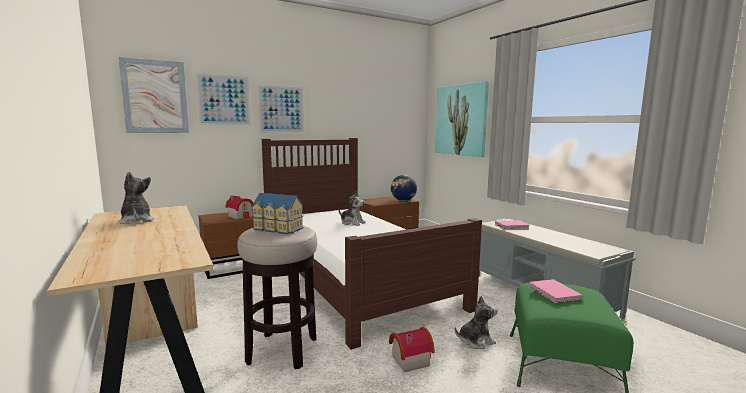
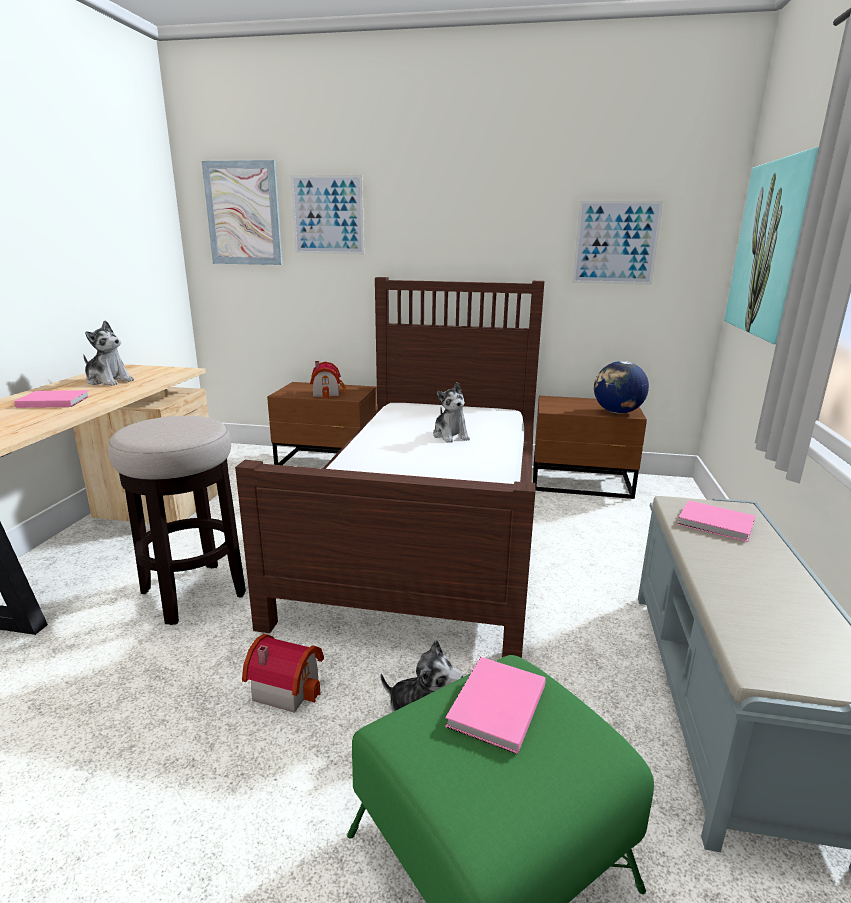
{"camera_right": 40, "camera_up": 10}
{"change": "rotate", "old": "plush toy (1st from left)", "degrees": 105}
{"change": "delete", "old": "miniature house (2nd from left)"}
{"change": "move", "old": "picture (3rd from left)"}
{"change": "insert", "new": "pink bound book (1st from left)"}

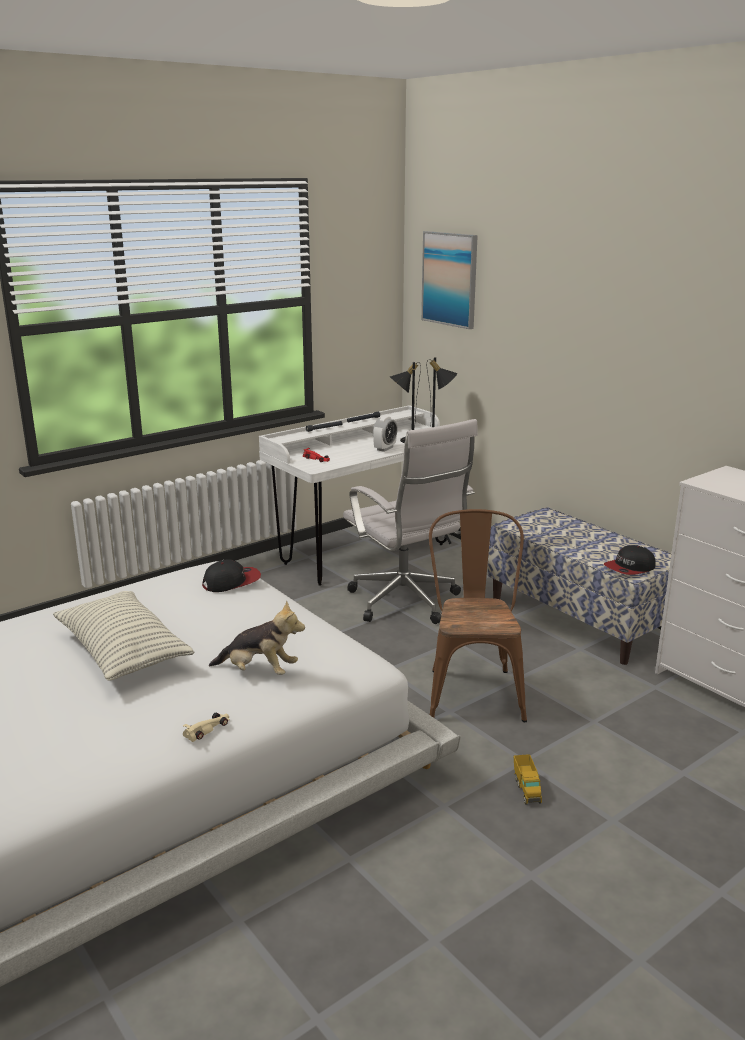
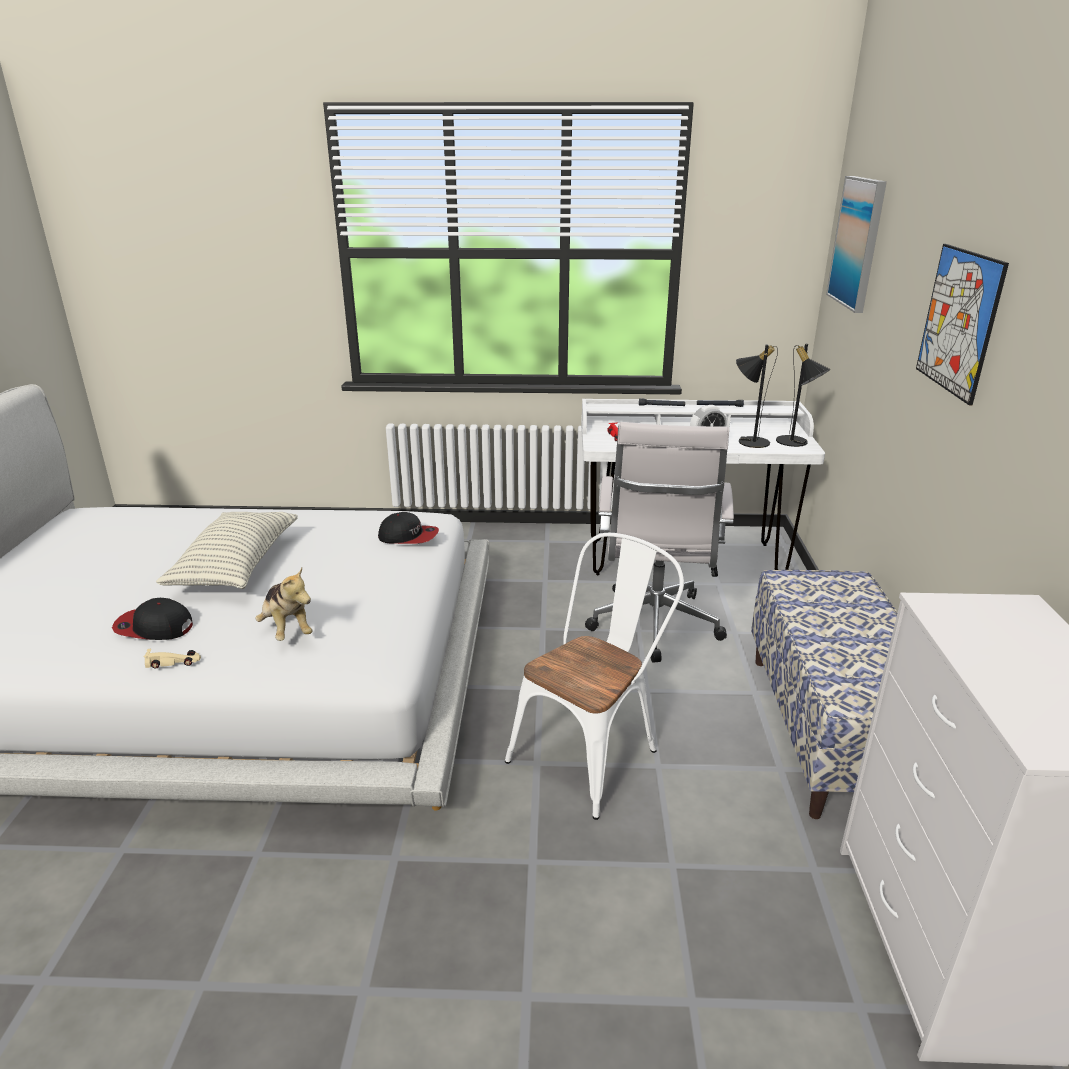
{"camera_right": 40, "camera_up": 5}
{"change": "recolor", "old": "brown-coloured upright chair", "new": "white upright chair"}
{"change": "delete", "old": "toy truck"}
{"change": "move", "old": "baseball cap (2nd from left in the first image)", "new": "baseball cap (1st from left)"}
{"change": "insert", "new": "picture (2nd from left)"}

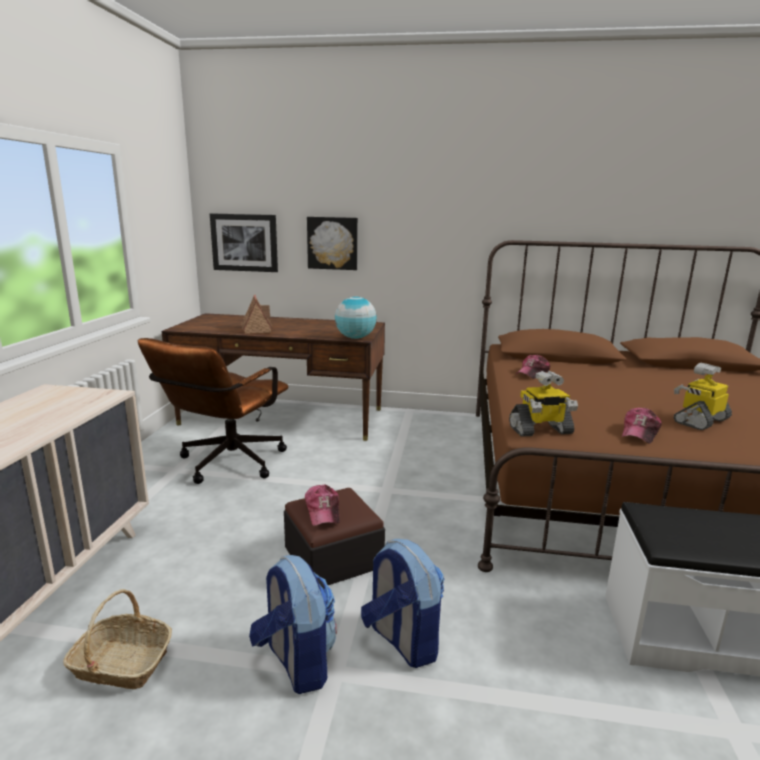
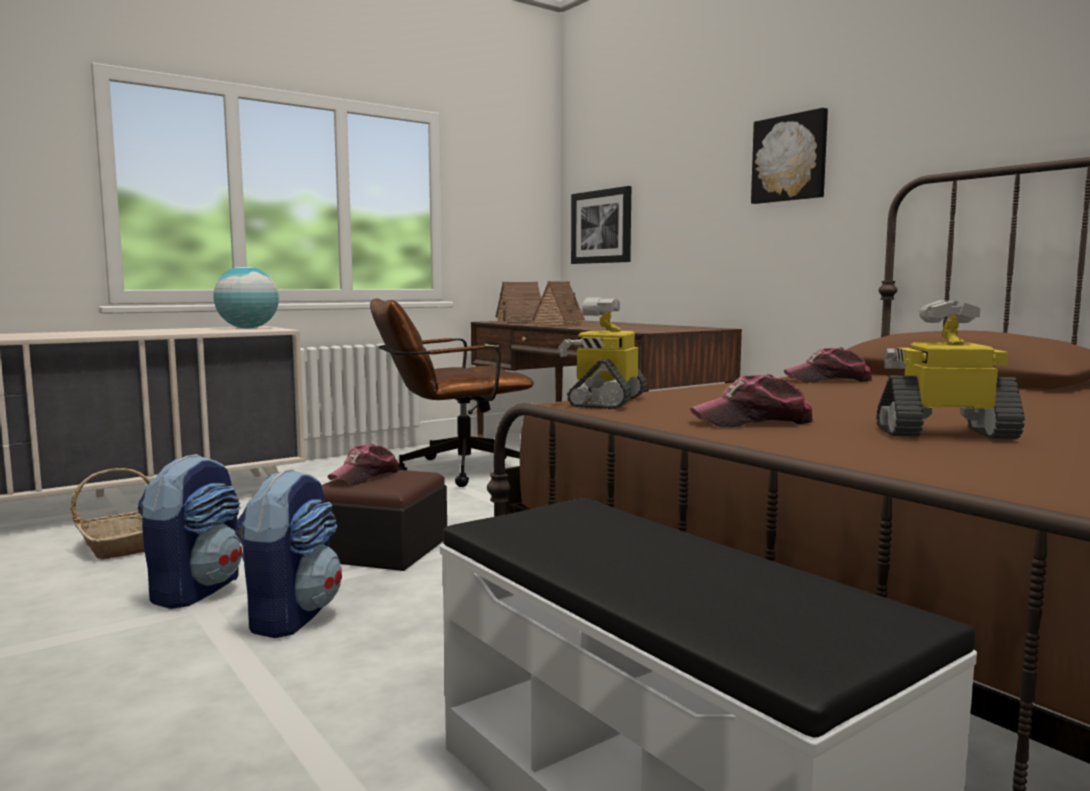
{"camera_right": 45, "camera_up": -10}
{"change": "move", "old": "picture (2nd from left)"}
{"change": "move", "old": "world globe"}
{"change": "rotate", "old": "model robot (1st from left)", "degrees": 75}
{"change": "insert", "new": "miniature house (1st from left)"}

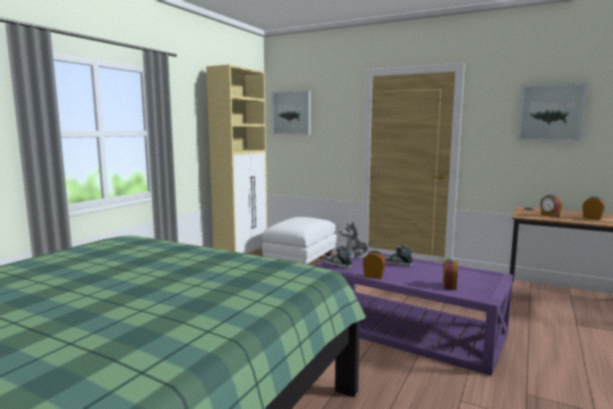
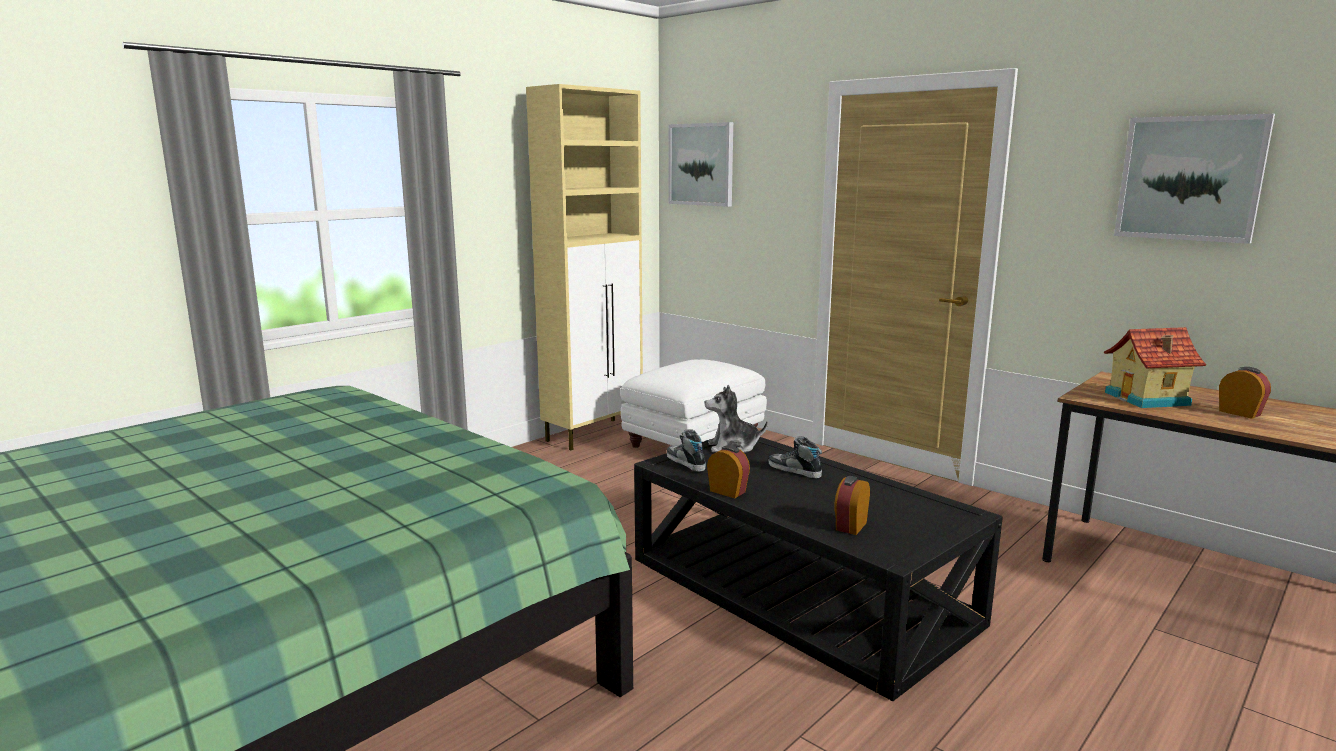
{"camera_right": 15, "camera_up": 5}
{"change": "recolor", "old": "purplish low table", "new": "black low table"}
{"change": "replace", "old": "bedside clock (3rd from left)", "new": "miniature house"}

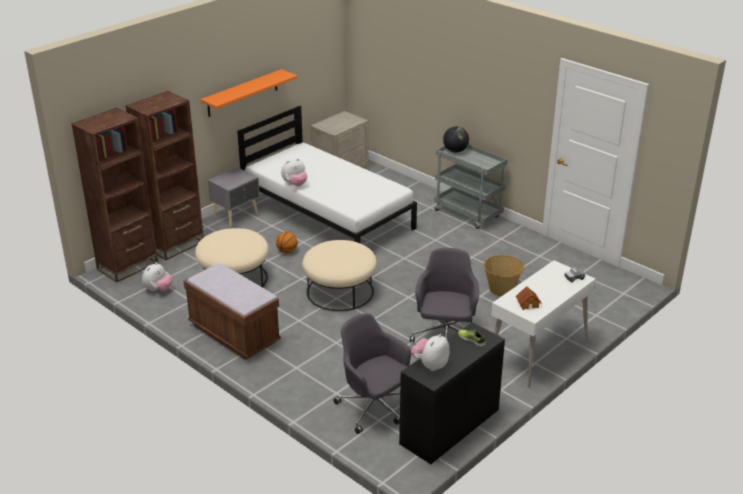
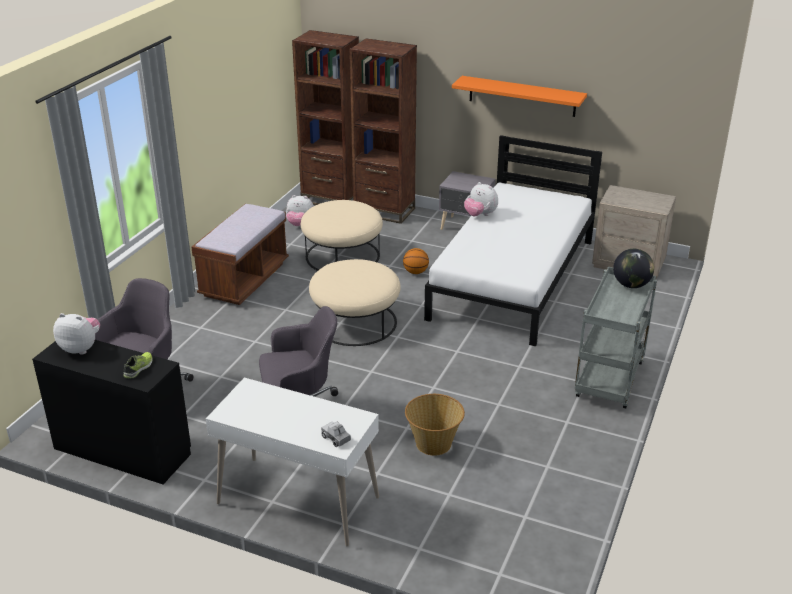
{"camera_right": 70, "camera_up": 0}
{"change": "delete", "old": "miniature house"}

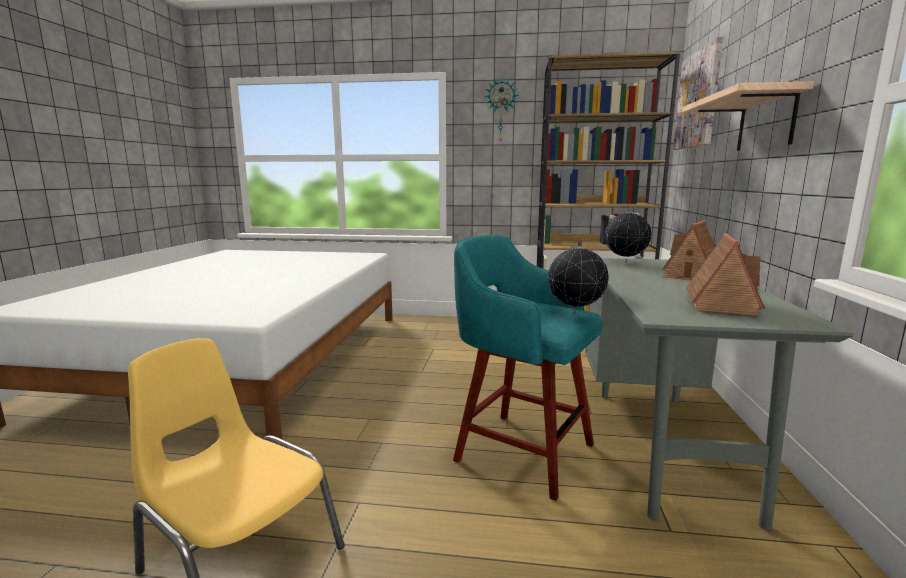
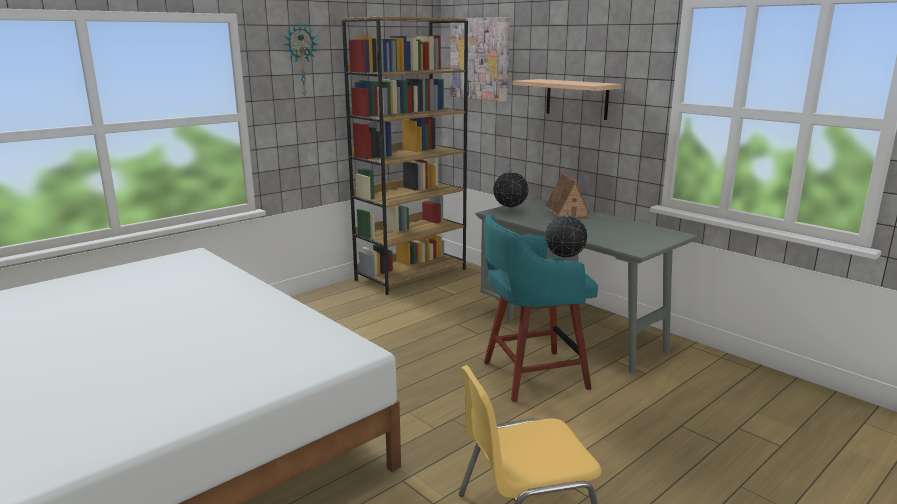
{"camera_right": -50, "camera_up": 5}
{"change": "delete", "old": "miniature house (2nd from left)"}

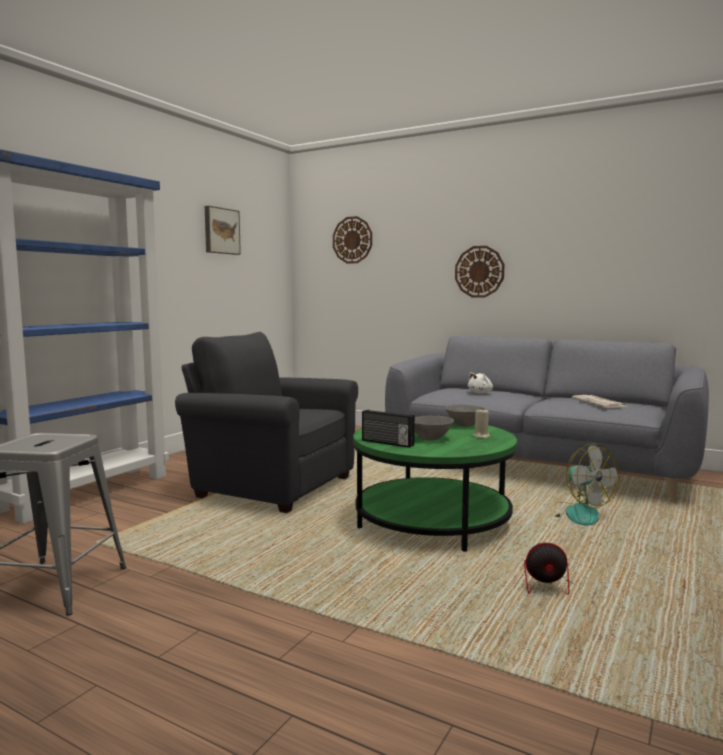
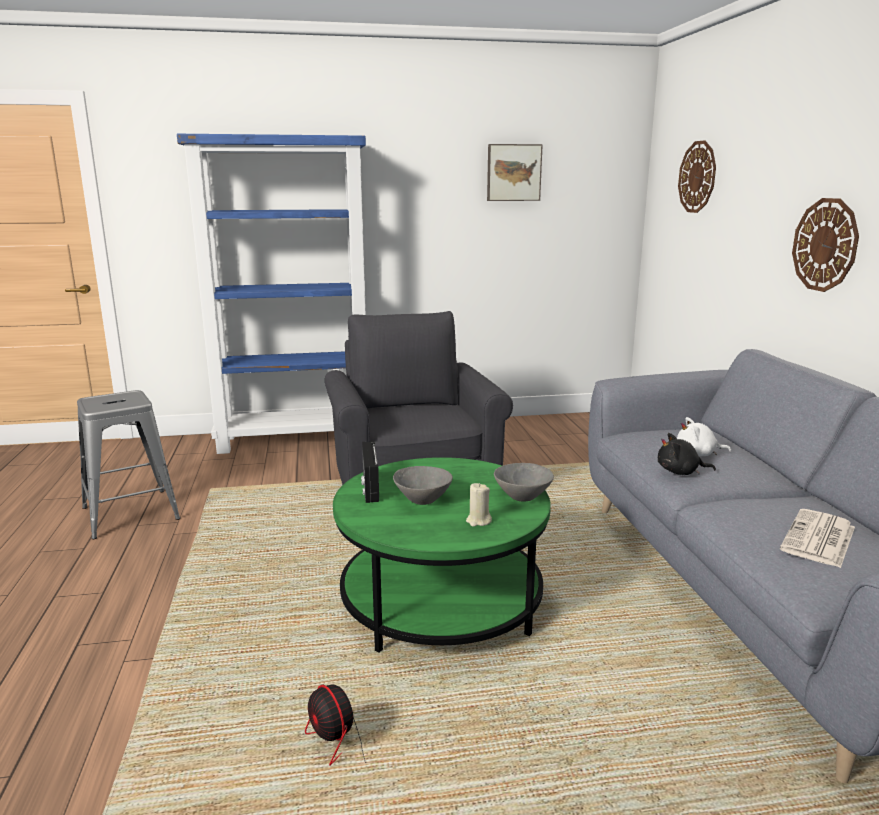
{"camera_right": 50, "camera_up": 10}
{"change": "delete", "old": "cooling fan (2nd from left)"}
{"change": "insert", "new": "black plush toy"}

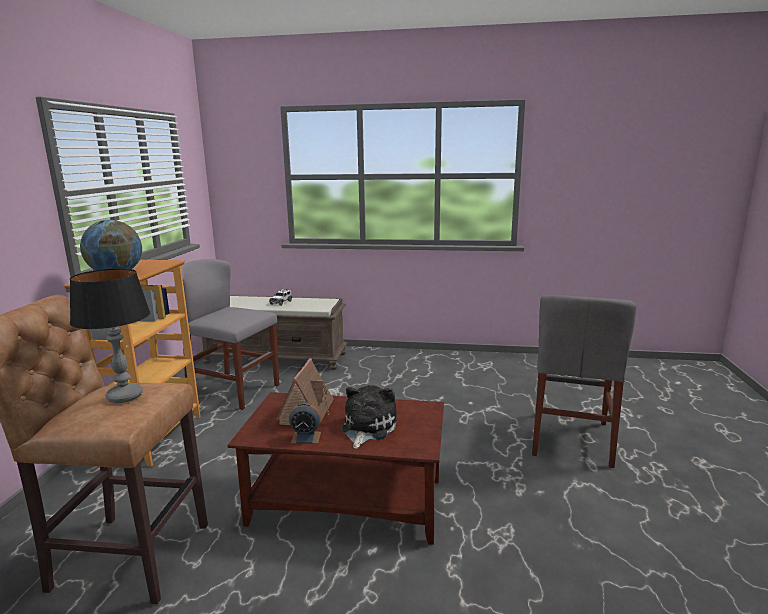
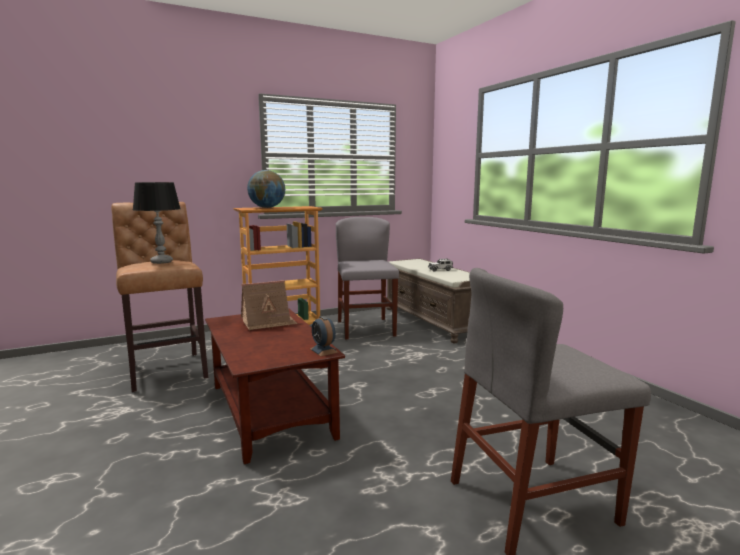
{"camera_right": 55, "camera_up": -5}
{"change": "move", "old": "bedside clock"}
{"change": "delete", "old": "plush toy"}

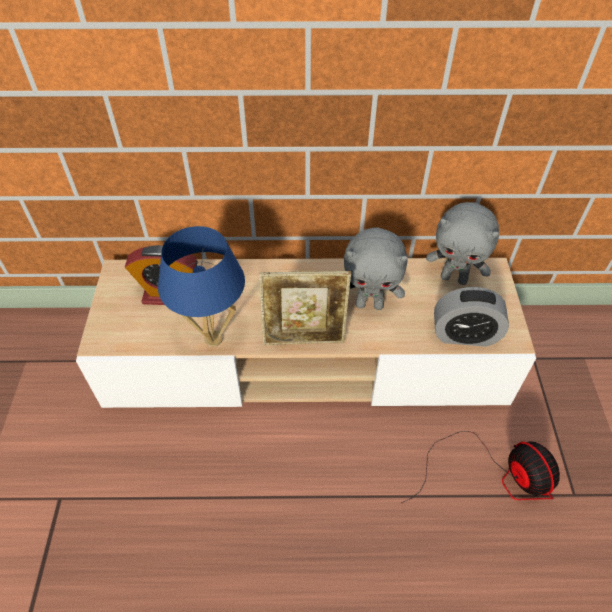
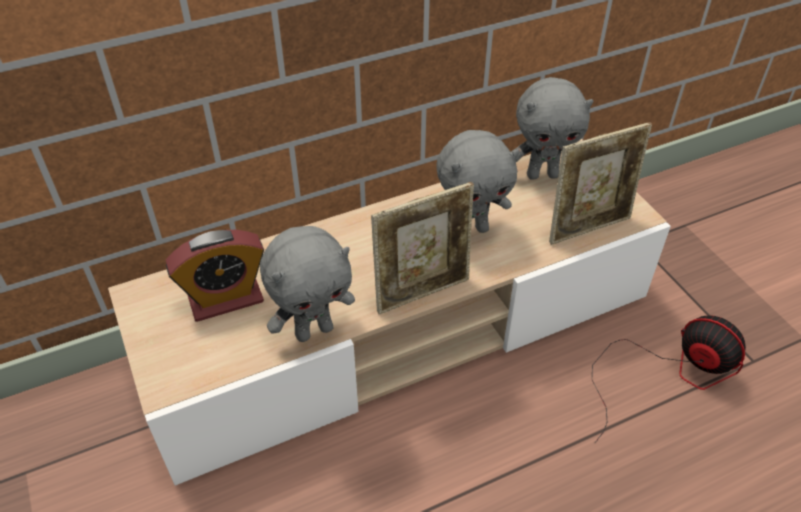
{"camera_right": -25, "camera_up": -5}
{"change": "replace", "old": "blue lamp for a table", "new": "gray plush toy (1st from left)"}
{"change": "replace", "old": "bedside clock (2nd from left)", "new": "standing frame (2nd from left)"}

